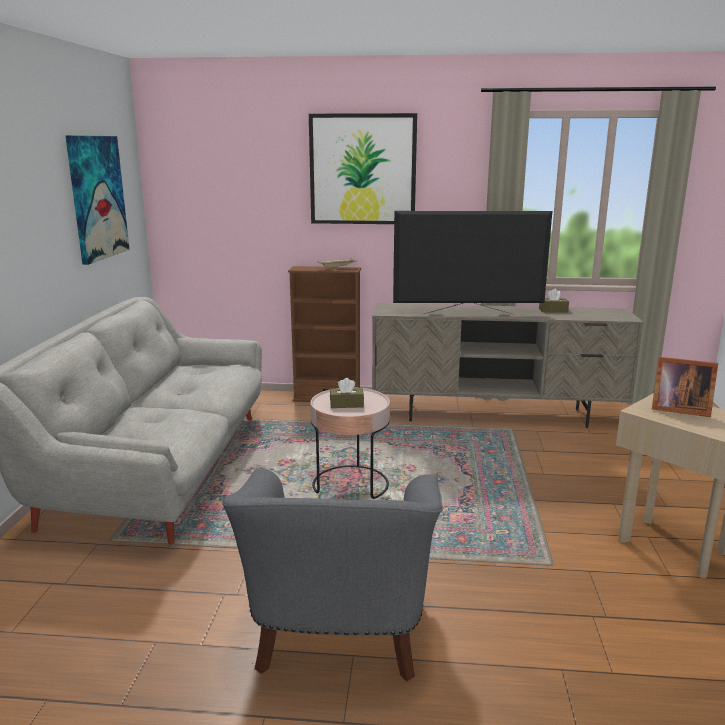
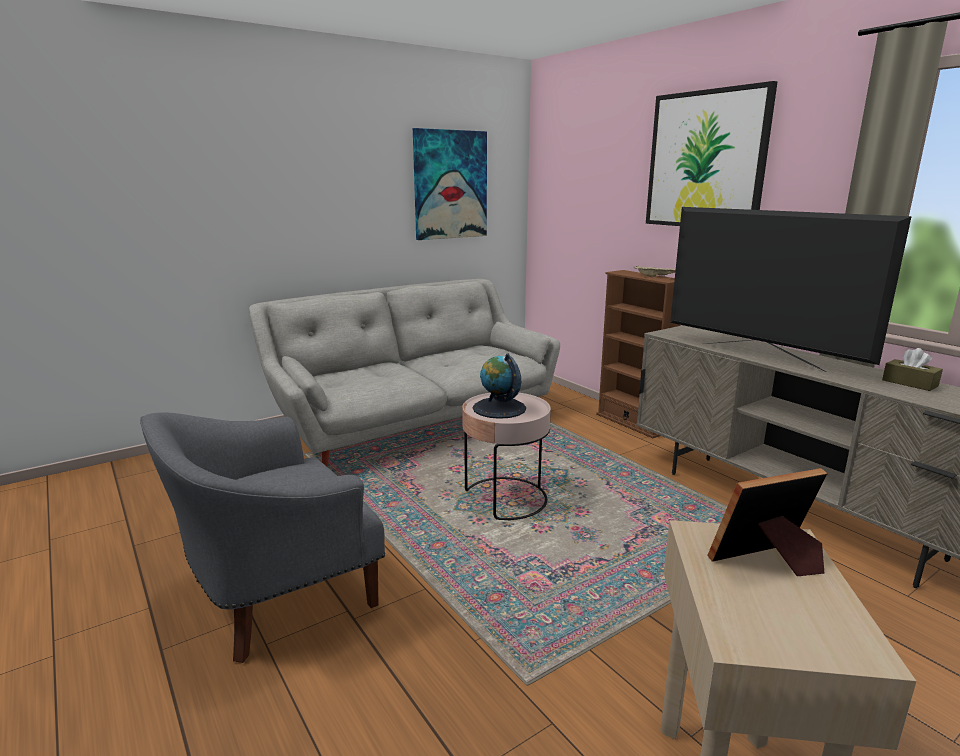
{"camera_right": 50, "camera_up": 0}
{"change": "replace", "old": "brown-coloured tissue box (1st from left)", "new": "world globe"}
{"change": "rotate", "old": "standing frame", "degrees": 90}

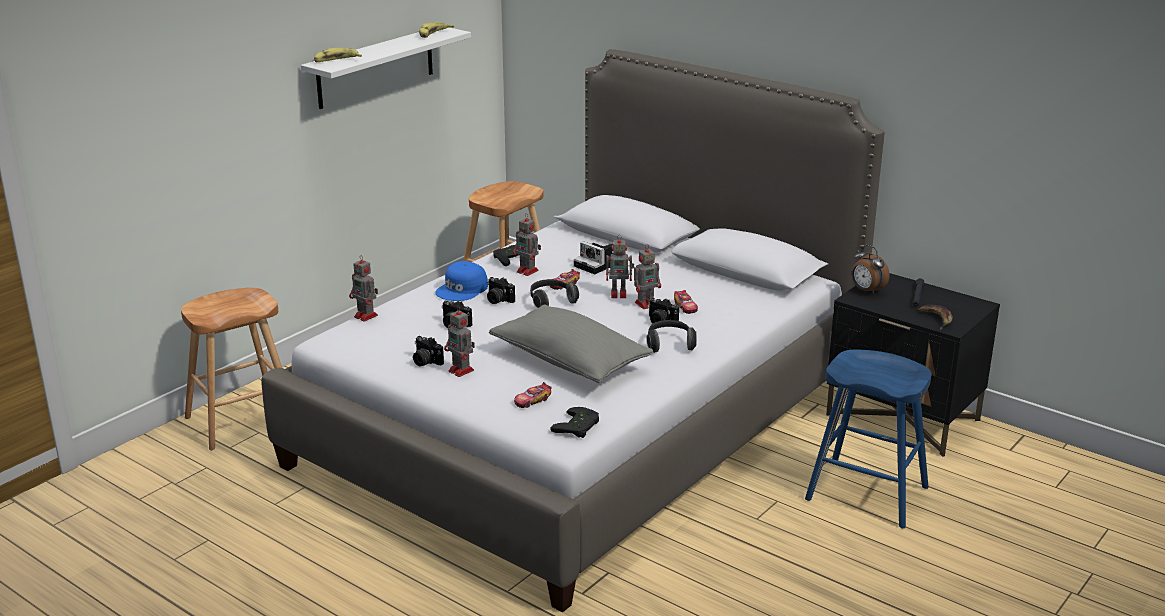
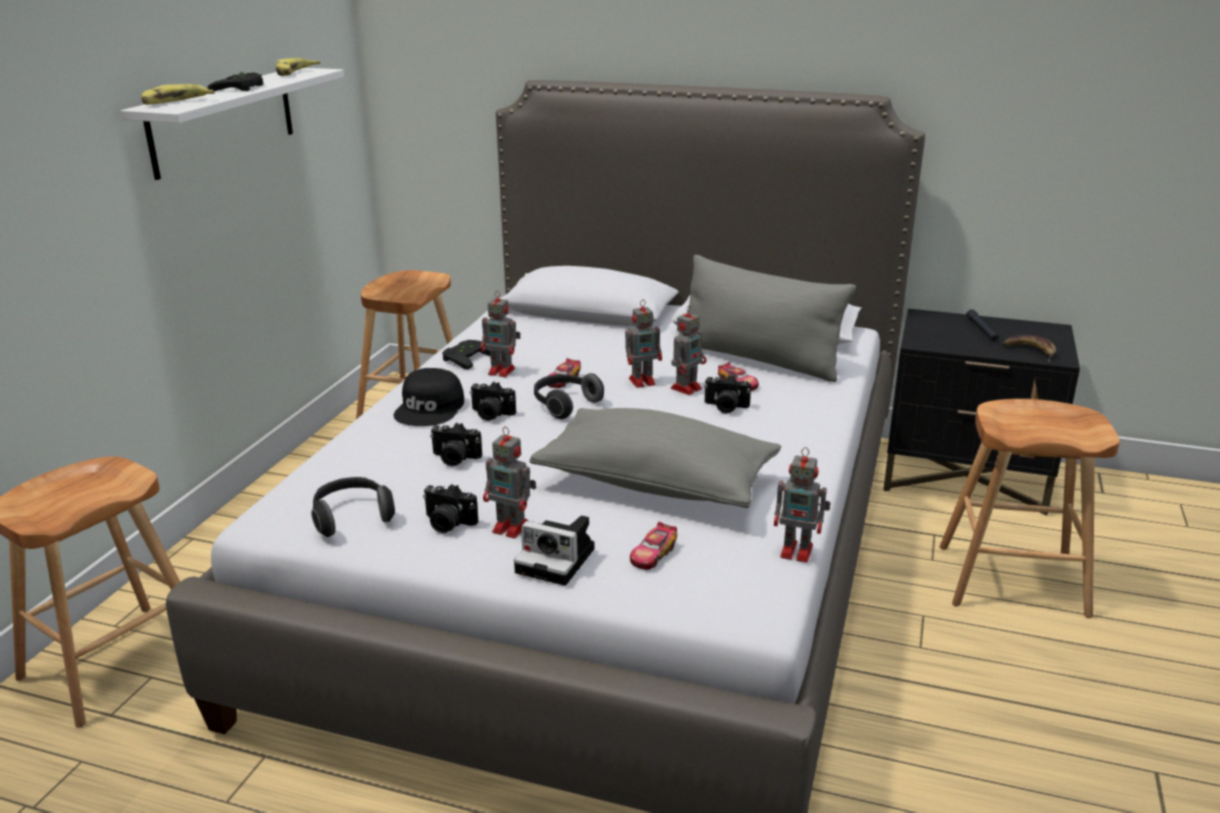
{"camera_right": -20, "camera_up": 0}
{"change": "move", "old": "model robot (1st from left in the first image)", "new": "model robot (5th from left)"}
{"change": "recolor", "old": "blue baseball cap", "new": "black baseball cap"}
{"change": "move", "old": "black joypad (2nd from left in the first image)", "new": "black joypad (1st from left)"}
{"change": "move", "old": "photo camera (4th from left)"}
{"change": "move", "old": "pair of headphones (2nd from left in the first image)", "new": "pair of headphones (1st from left)"}
{"change": "recolor", "old": "blue sitting stool", "new": "brown-coloured sitting stool (3rd from left)"}
{"change": "delete", "old": "bedside clock"}
{"change": "insert", "new": "gray pillow (2nd from left)"}

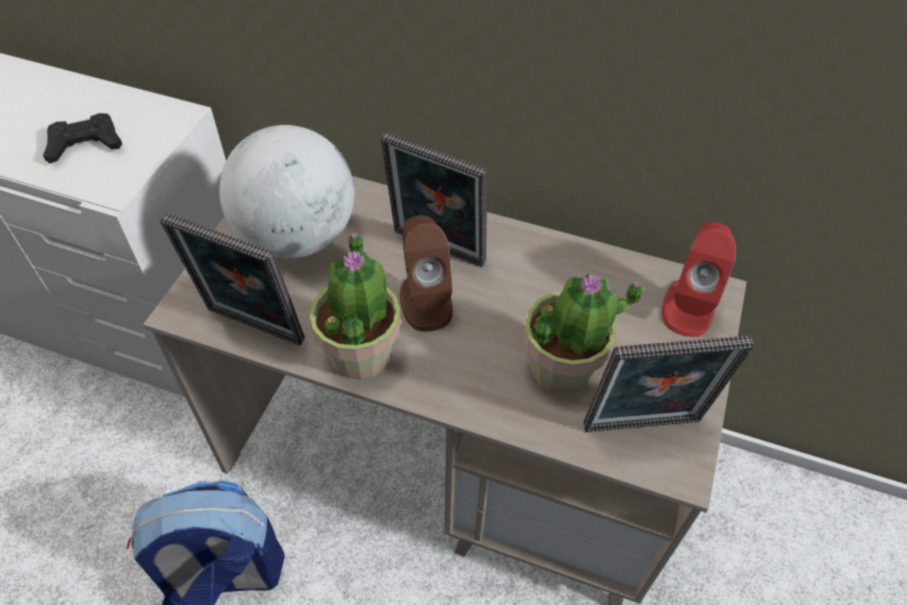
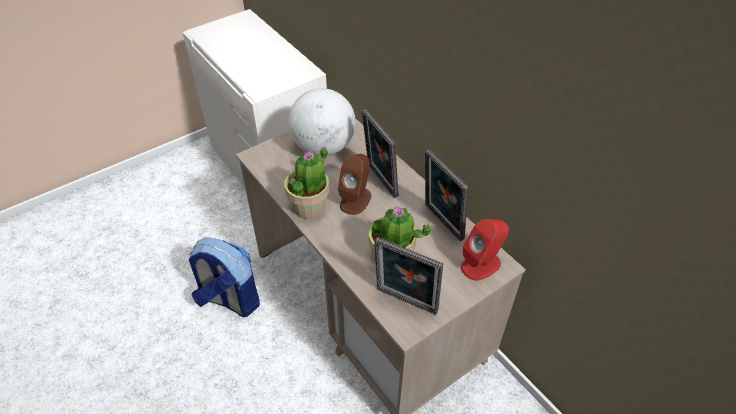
{"camera_right": 35, "camera_up": -5}
{"change": "delete", "old": "black joypad"}
{"change": "move", "old": "standing frame (1st from left in the first image)", "new": "standing frame (3rd from left)"}

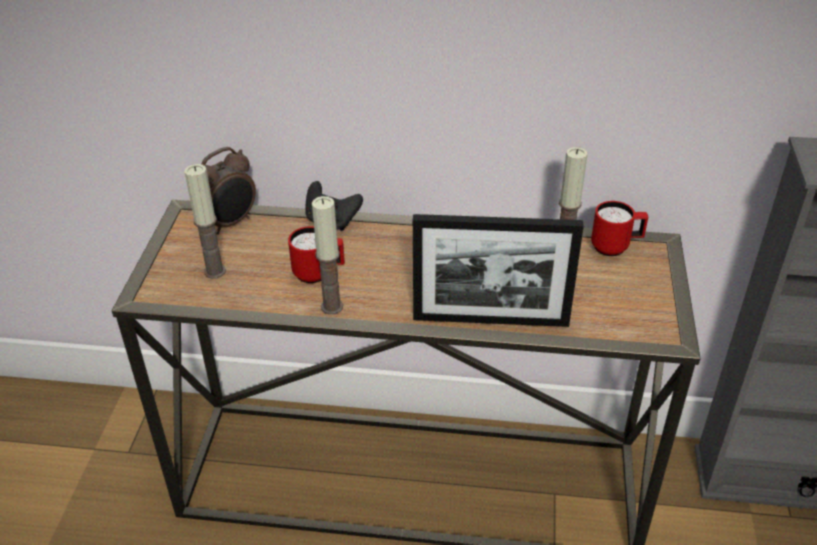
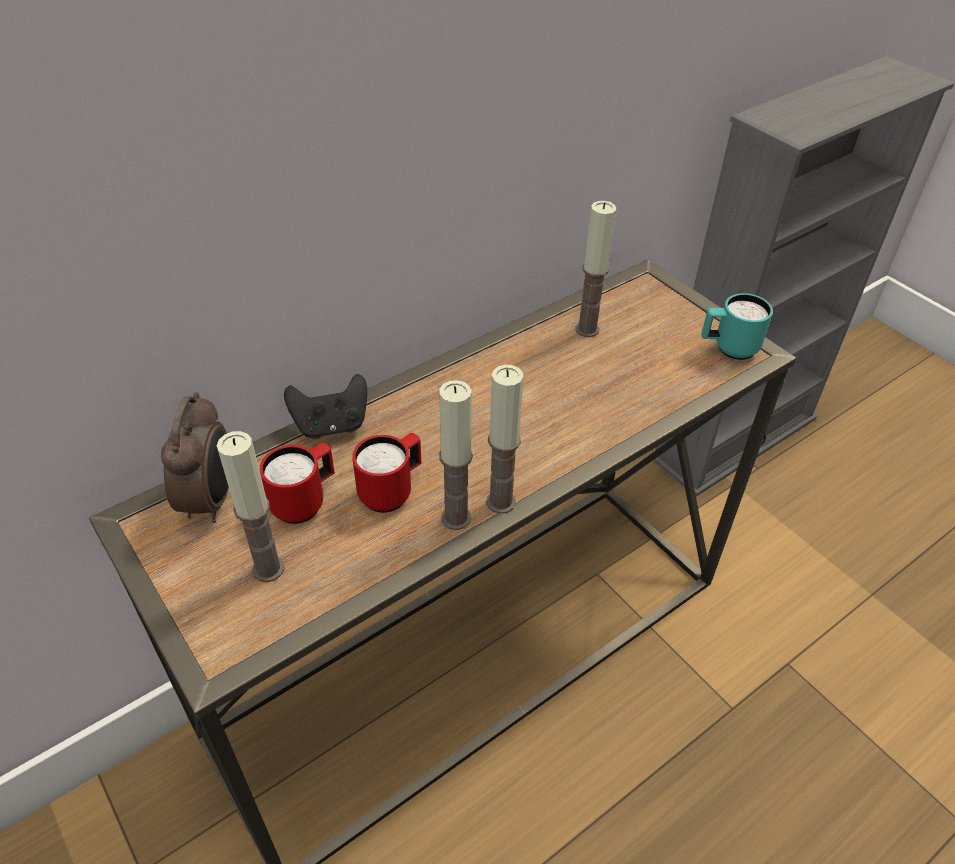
{"camera_right": -45, "camera_up": 5}
{"change": "delete", "old": "standing frame"}
{"change": "move", "old": "red-coloured mug (2nd from left in the first image)", "new": "red-coloured mug (1st from left)"}
{"change": "insert", "new": "candle (3rd from left)"}
{"change": "insert", "new": "turquoise-coloured mug"}

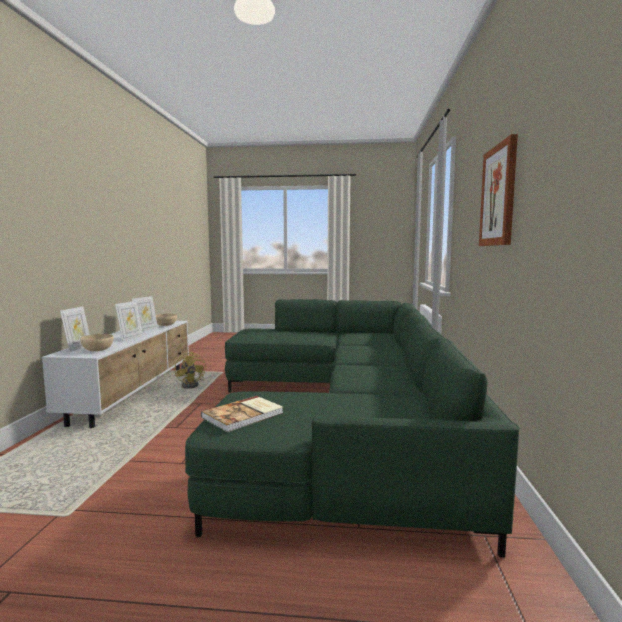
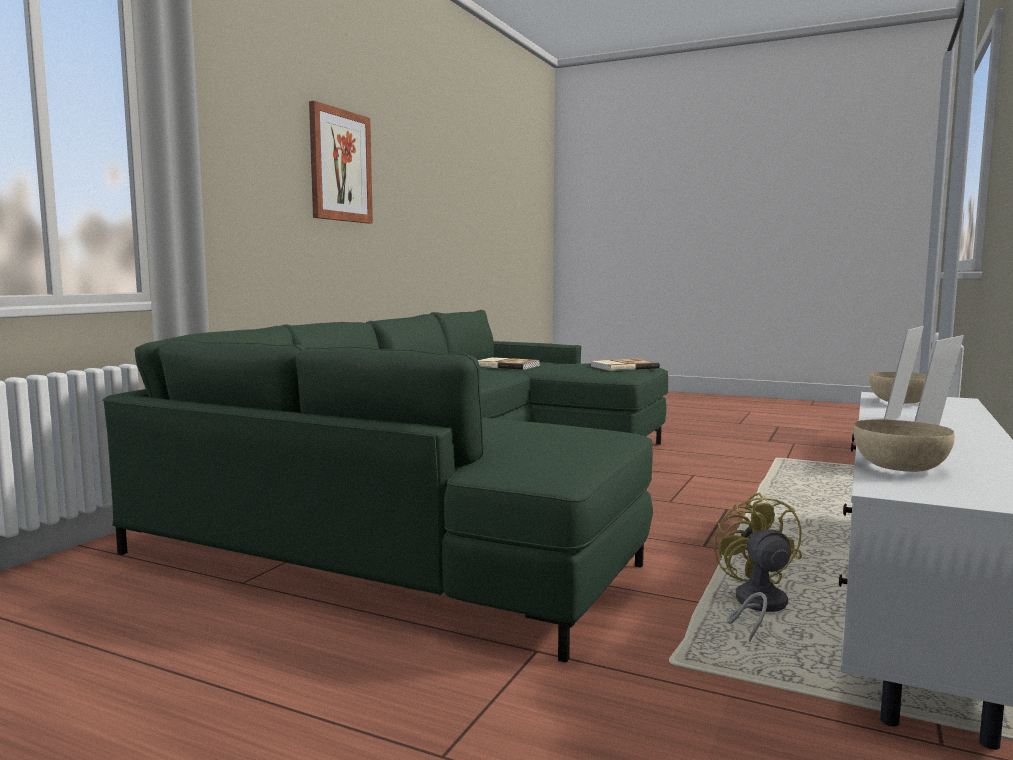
{"camera_right": -160, "camera_up": 0}
{"change": "delete", "old": "standing frame (1st from left)"}
{"change": "insert", "new": "bound book (1st from left)"}

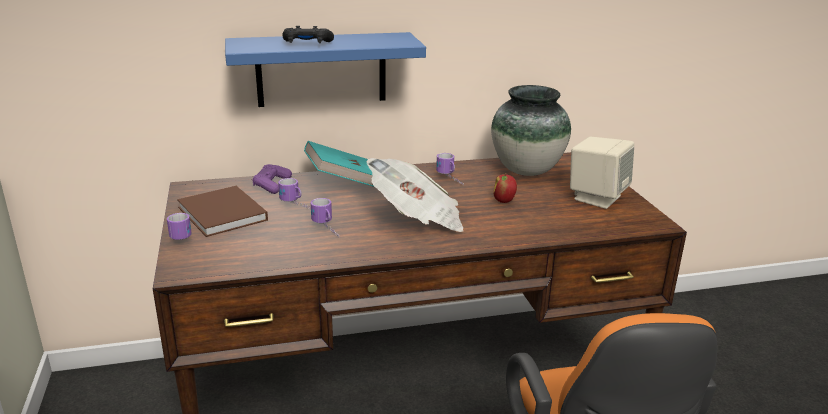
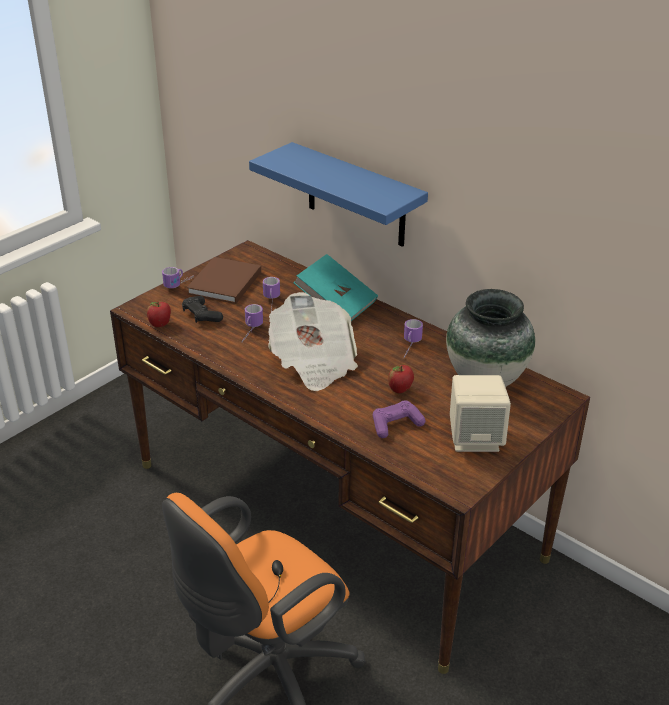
{"camera_right": 55, "camera_up": 10}
{"change": "move", "old": "purplish joypad"}
{"change": "move", "old": "black joypad"}
{"change": "insert", "new": "apple (1st from left)"}

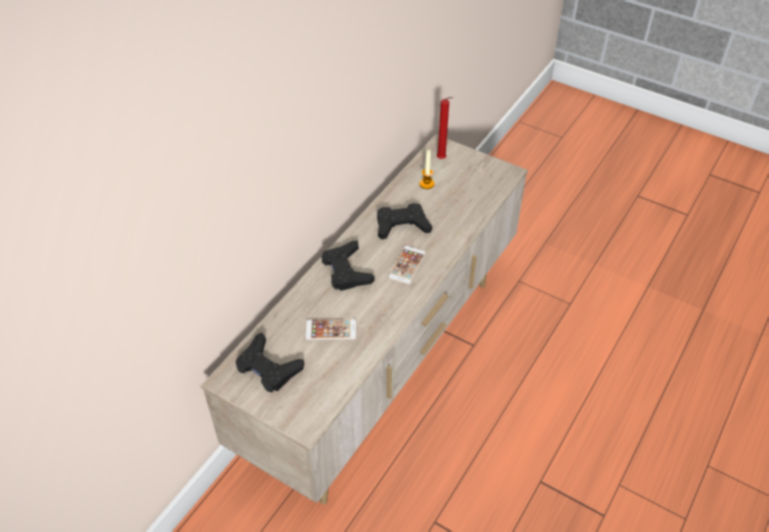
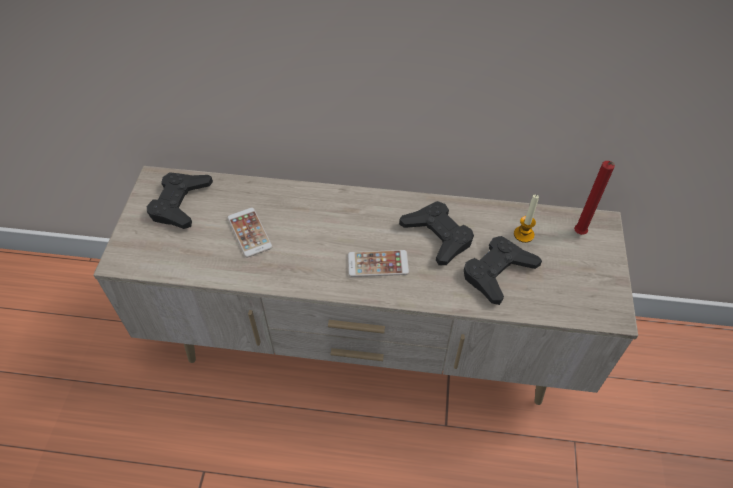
{"camera_right": 65, "camera_up": 5}
{"change": "move", "old": "black joypad (2nd from left in the first image)", "new": "black joypad (3rd from left)"}

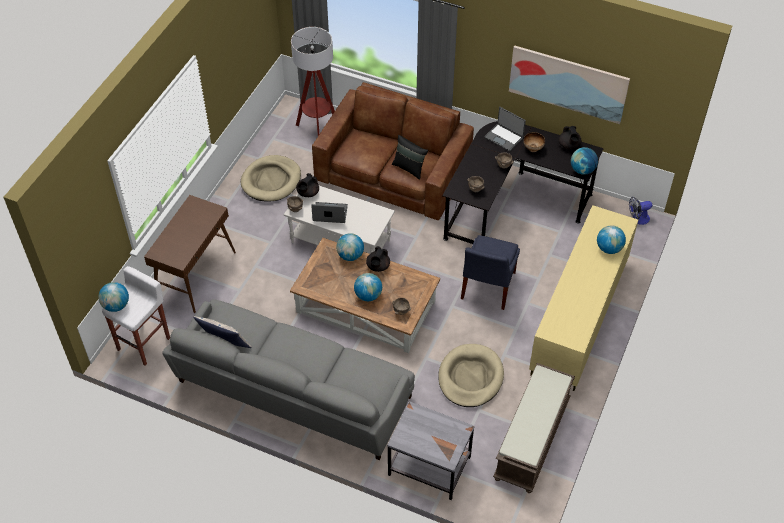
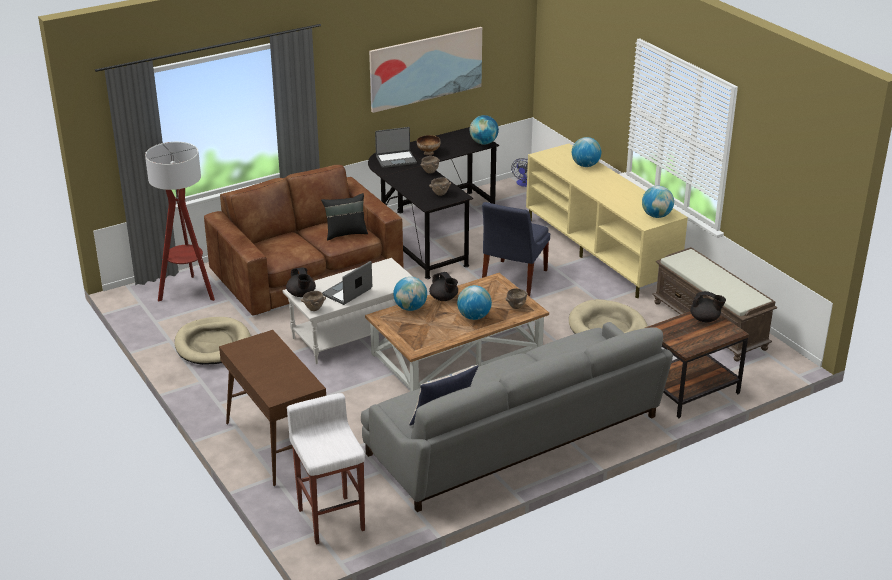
{"camera_right": -55, "camera_up": -20}
{"change": "move", "old": "world globe (1st from left in the first image)", "new": "world globe (5th from left)"}
{"change": "recolor", "old": "gray end table", "new": "brown-coloured end table"}
{"change": "rotate", "old": "blue upright chair", "degrees": 60}
{"change": "move", "old": "black pot for tea (3rd from left)"}

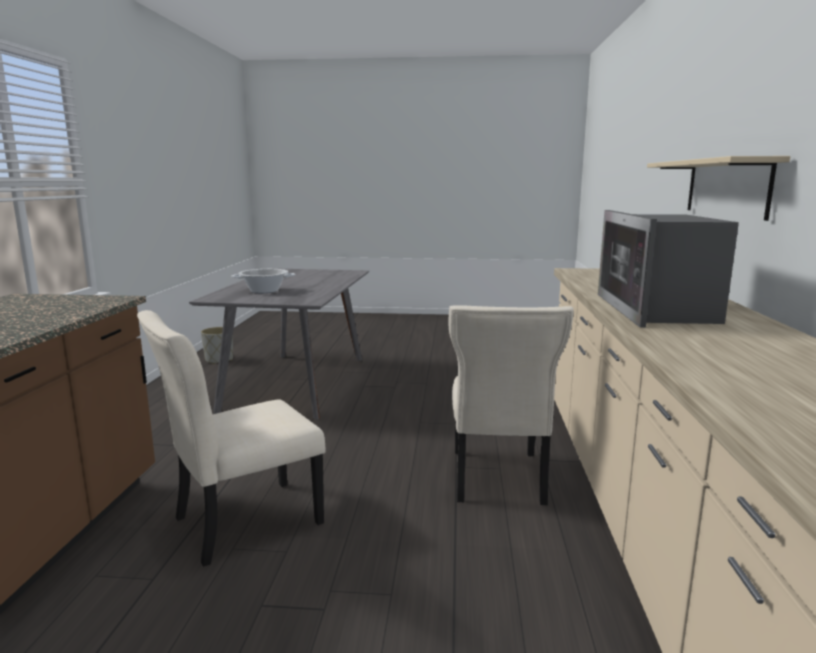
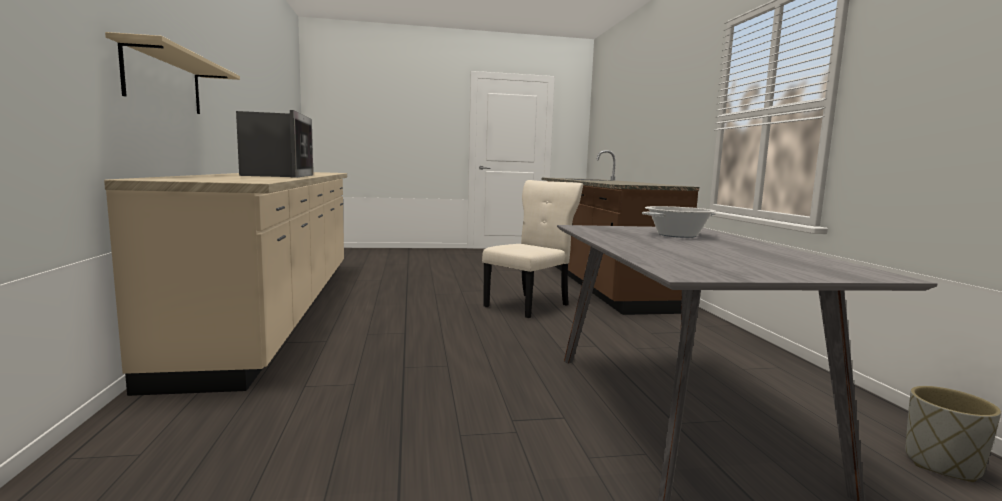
{"camera_right": 165, "camera_up": -5}
{"change": "delete", "old": "beige upright chair (2nd from left)"}

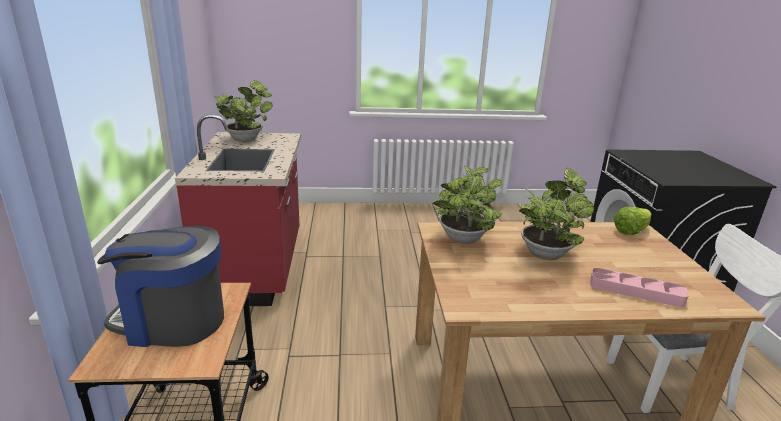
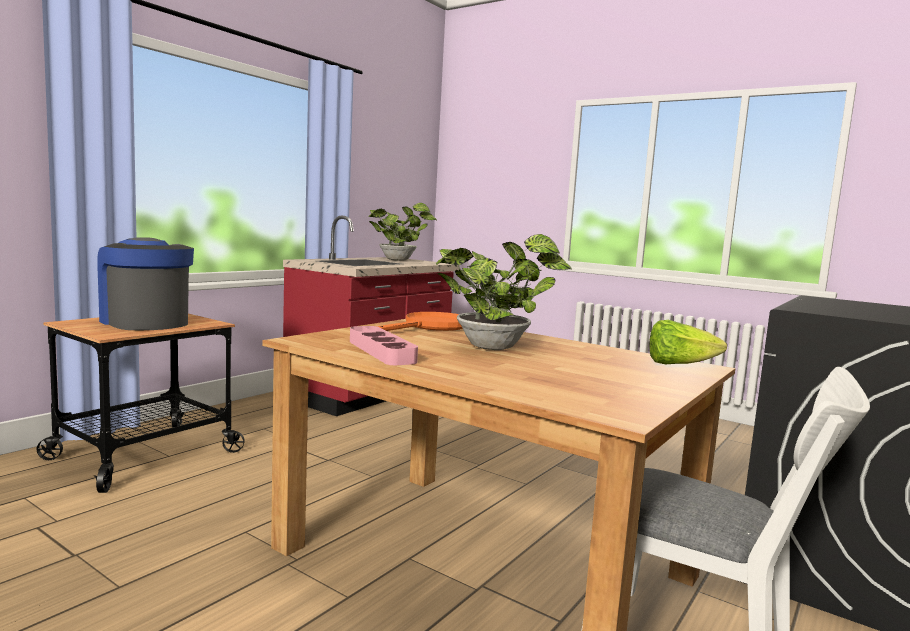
{"camera_right": 40, "camera_up": -15}
{"change": "replace", "old": "houseplant (2nd from left)", "new": "orangey frying pan"}
{"change": "move", "old": "pink carrying tray"}

